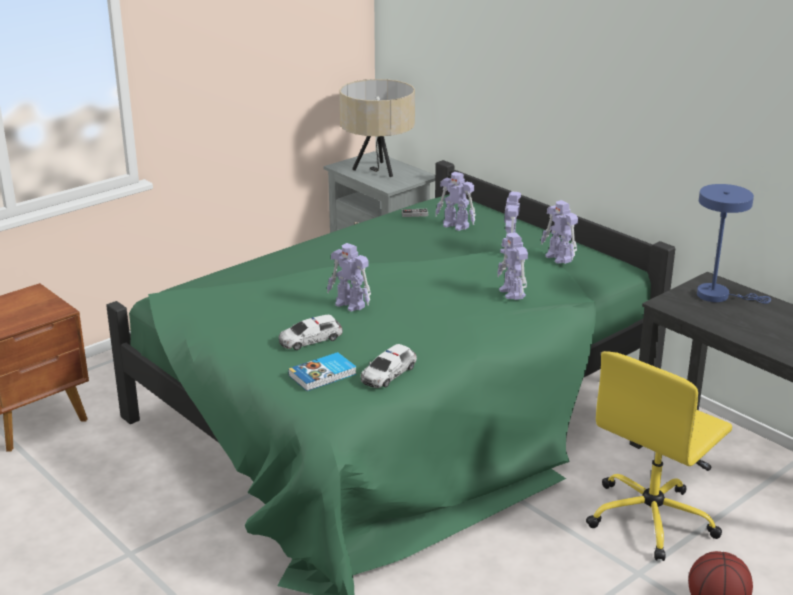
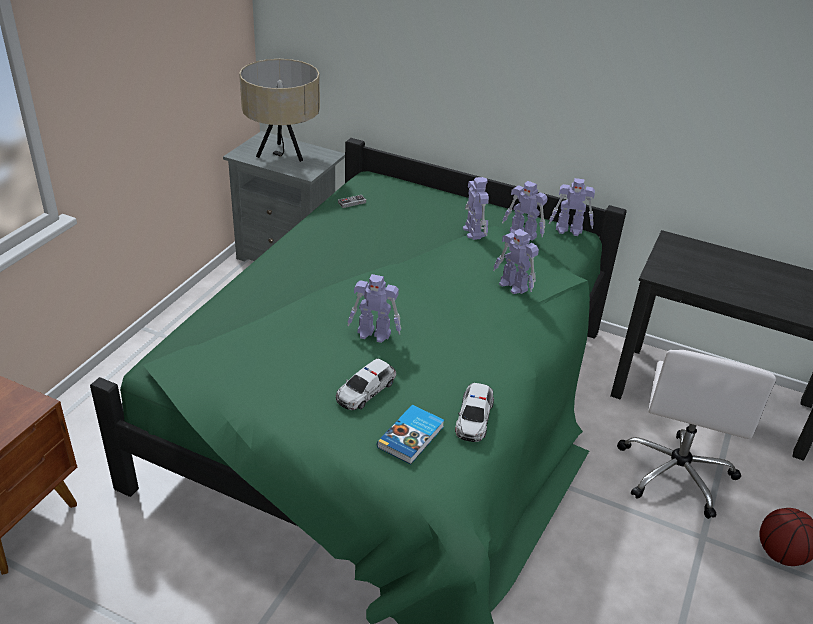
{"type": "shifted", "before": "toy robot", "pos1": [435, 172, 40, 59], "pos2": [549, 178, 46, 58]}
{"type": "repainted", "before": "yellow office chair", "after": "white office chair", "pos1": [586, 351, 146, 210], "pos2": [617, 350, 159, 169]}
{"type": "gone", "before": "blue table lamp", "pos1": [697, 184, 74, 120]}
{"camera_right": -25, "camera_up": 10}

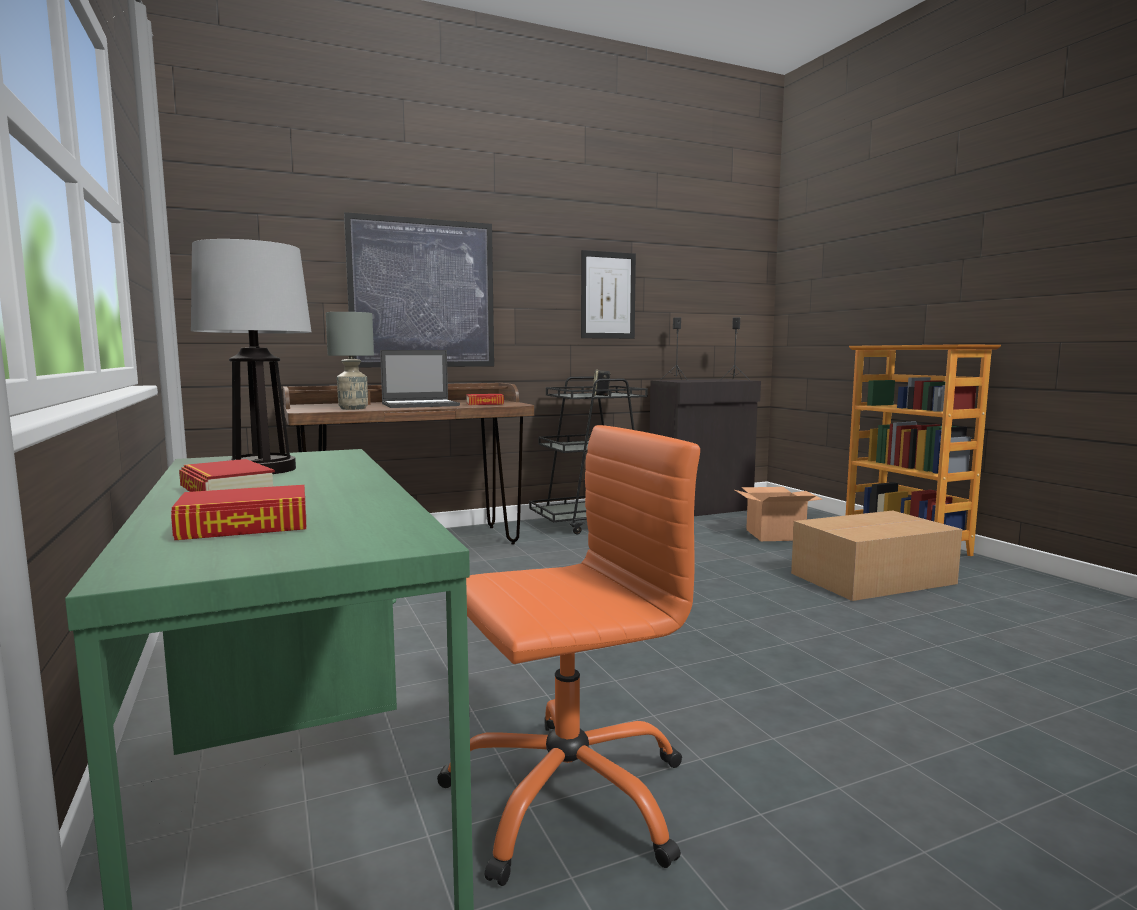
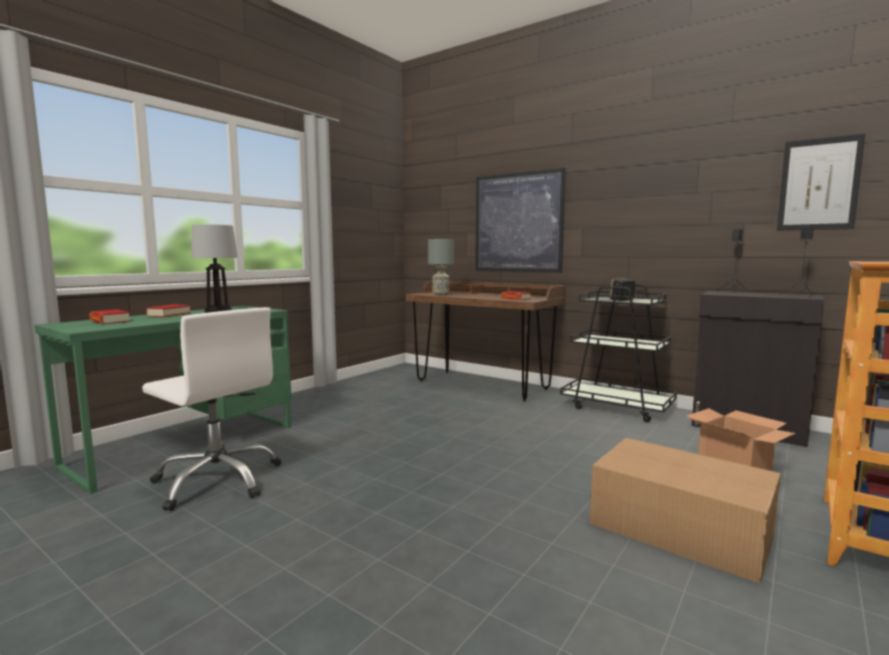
{"type": "repainted", "before": "orange office chair", "after": "white office chair", "pos1": [437, 425, 263, 461], "pos2": [142, 307, 139, 204]}
{"type": "shifted", "before": "picture", "pos1": [581, 250, 55, 89], "pos2": [777, 134, 88, 97]}
{"type": "gone", "before": "laptop", "pos1": [380, 350, 80, 58]}
{"camera_right": 60, "camera_up": 0}

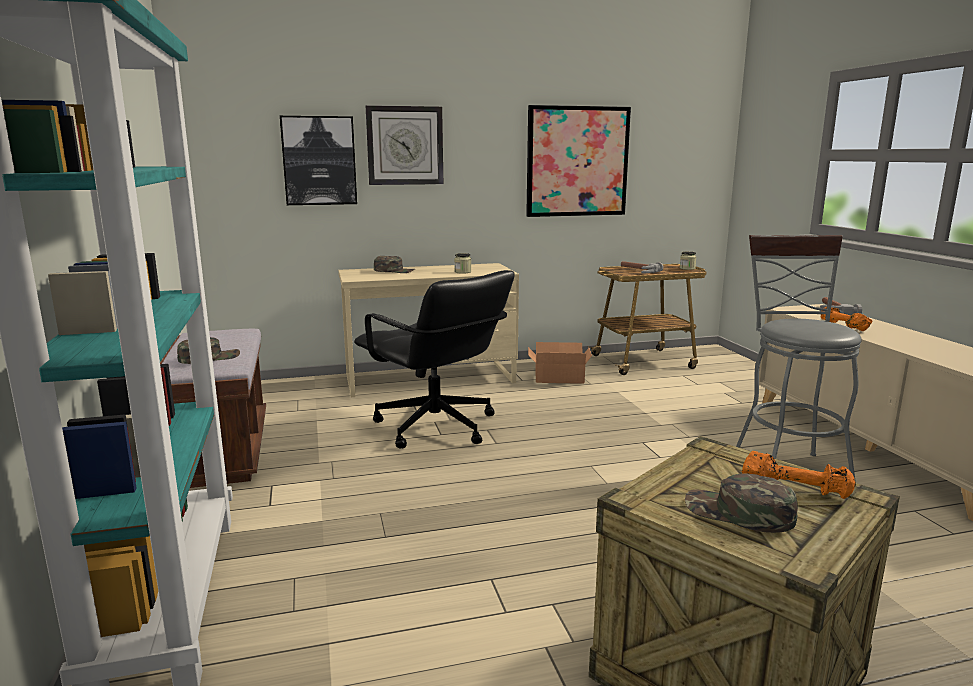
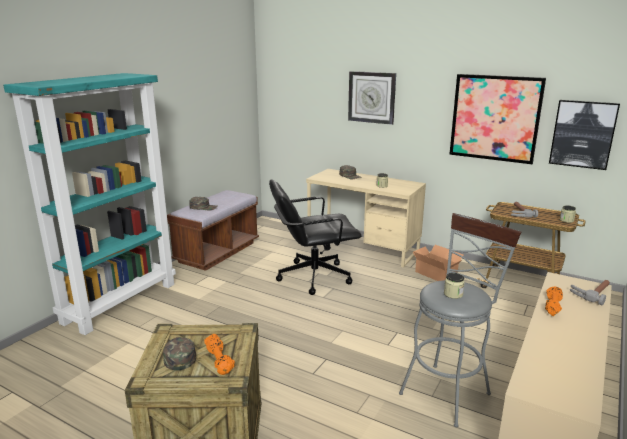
{"type": "rotated", "before": "black office chair", "pos1": [354, 270, 161, 178], "pos2": [269, 179, 92, 116], "turn": 75}
{"type": "new", "after": "jar", "pos2": [444, 273, 21, 26]}
{"type": "shifted", "before": "picture", "pos1": [280, 116, 77, 89], "pos2": [549, 100, 71, 70]}
{"camera_right": 45, "camera_up": 5}

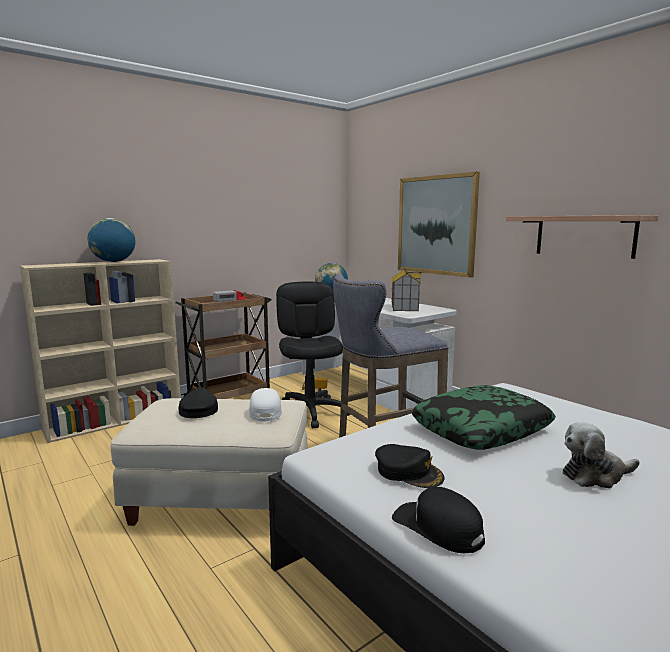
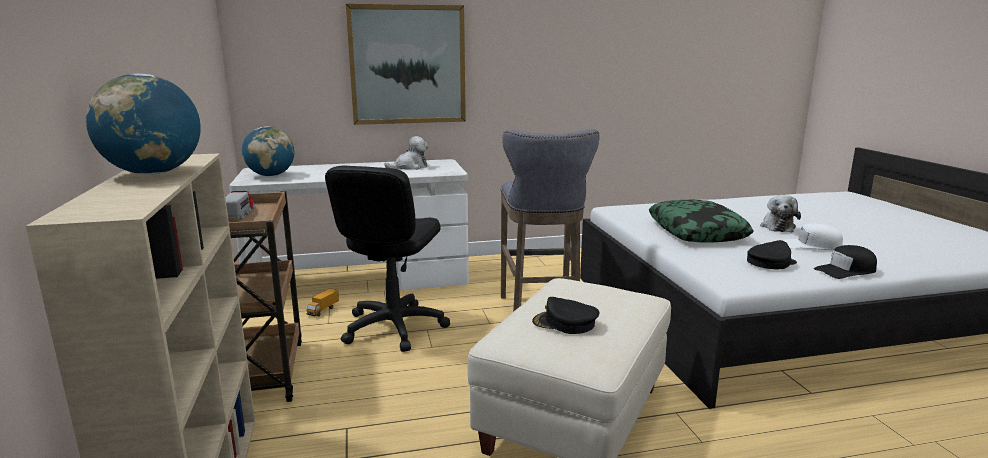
{"type": "rotated", "before": "black office chair", "pos1": [276, 281, 75, 147], "pos2": [325, 166, 125, 186], "turn": -90}
{"type": "swapped", "before": "toy house", "after": "plush toy", "pos1": [391, 268, 31, 43], "pos2": [384, 136, 44, 34]}
{"type": "shifted", "before": "white cap", "pos1": [249, 388, 33, 34], "pos2": [783, 224, 60, 26]}
{"type": "gone", "before": "shelf", "pos1": [506, 215, 152, 44]}
{"camera_right": -65, "camera_up": 5}

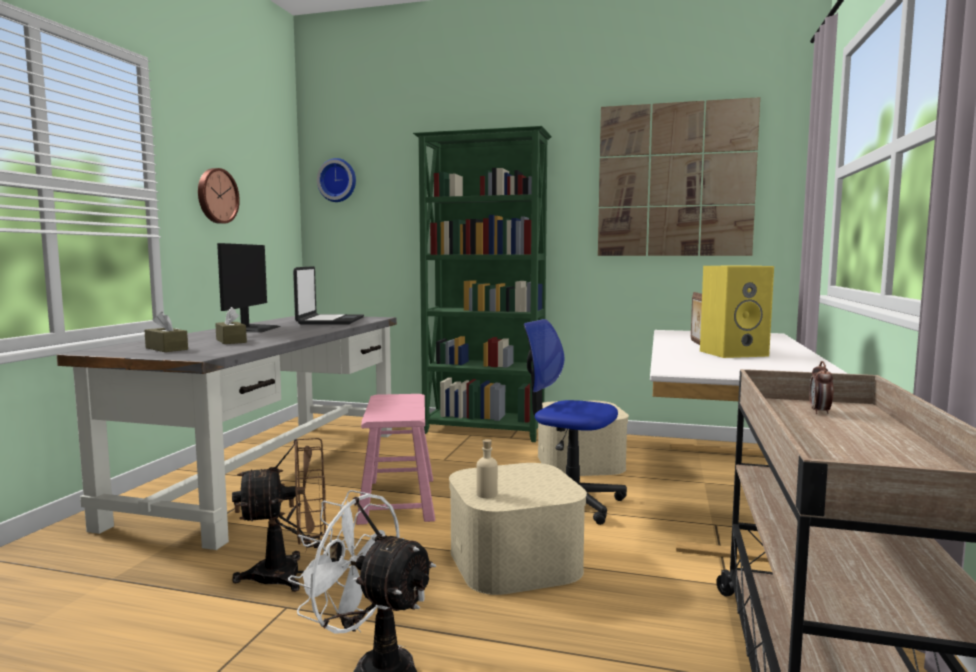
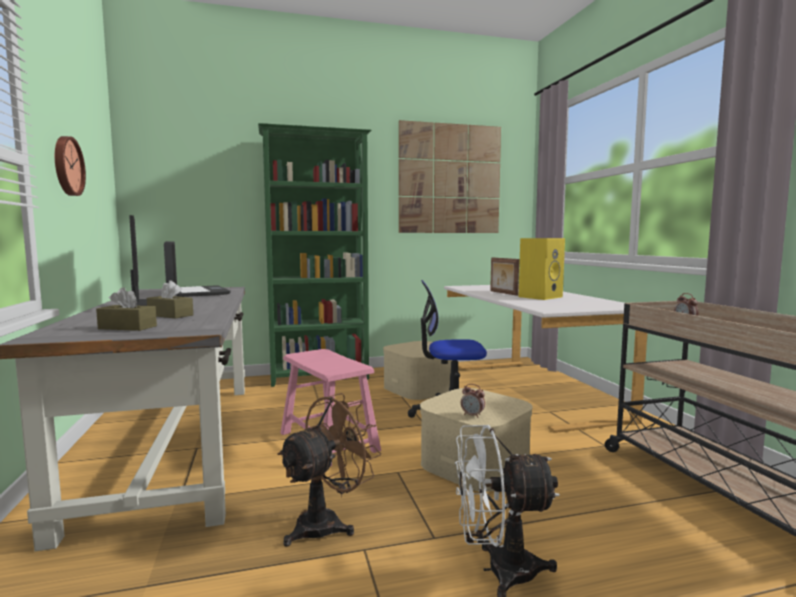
{"type": "swapped", "before": "beige bottle", "after": "alarm clock", "pos1": [476, 439, 22, 59], "pos2": [461, 384, 24, 34]}
{"type": "gone", "before": "wall clock", "pos1": [317, 158, 39, 44]}
{"camera_right": -30, "camera_up": 0}

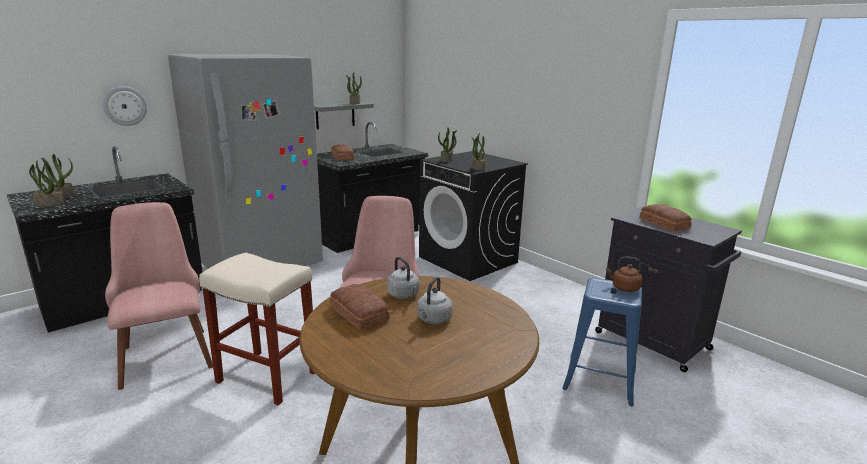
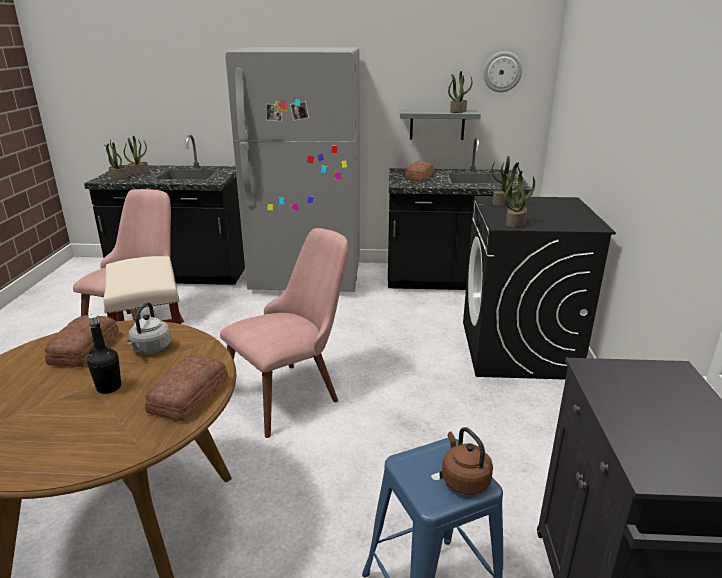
{"type": "swapped", "before": "grey kettle", "after": "black bottle", "pos1": [417, 277, 36, 47], "pos2": [87, 314, 34, 80]}
{"type": "shifted", "before": "bread", "pos1": [639, 204, 53, 27], "pos2": [145, 356, 83, 66]}
{"type": "shifted", "before": "wall clock", "pos1": [103, 86, 44, 40], "pos2": [483, 52, 39, 40]}
{"camera_right": 45, "camera_up": 5}

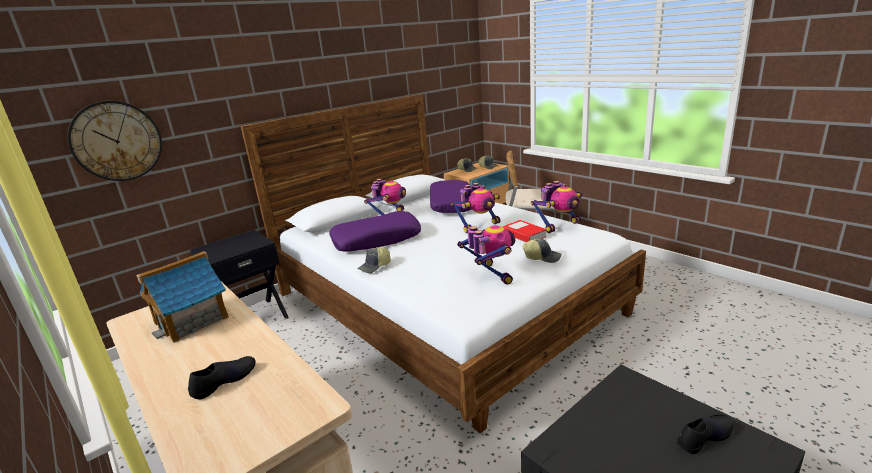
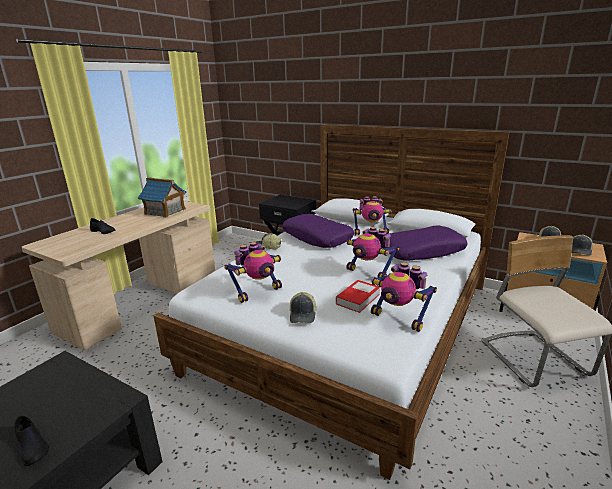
{"type": "gone", "before": "wall clock", "pos1": [67, 101, 95, 80]}
{"camera_right": 70, "camera_up": 0}

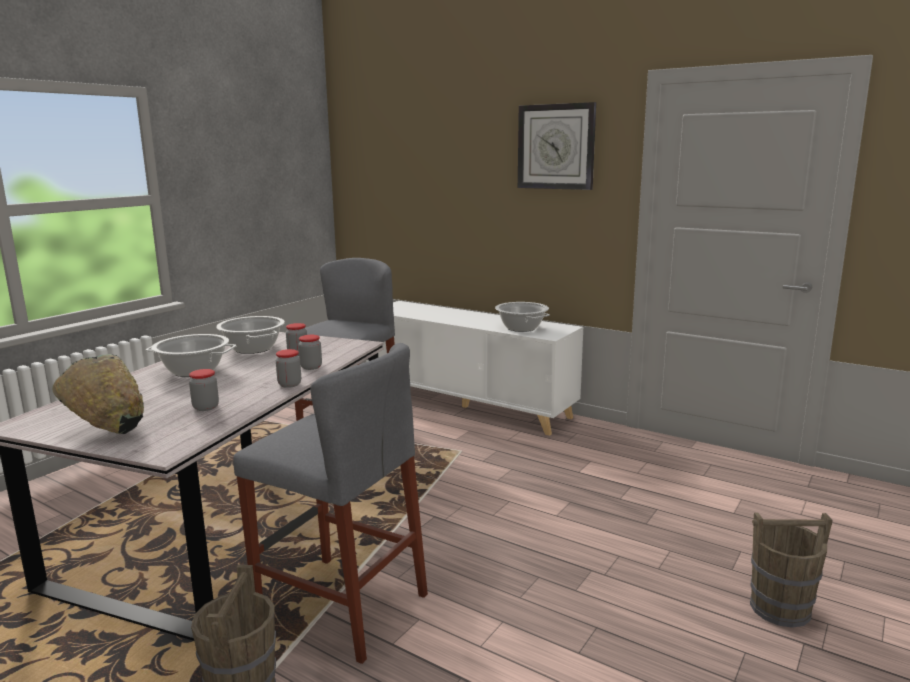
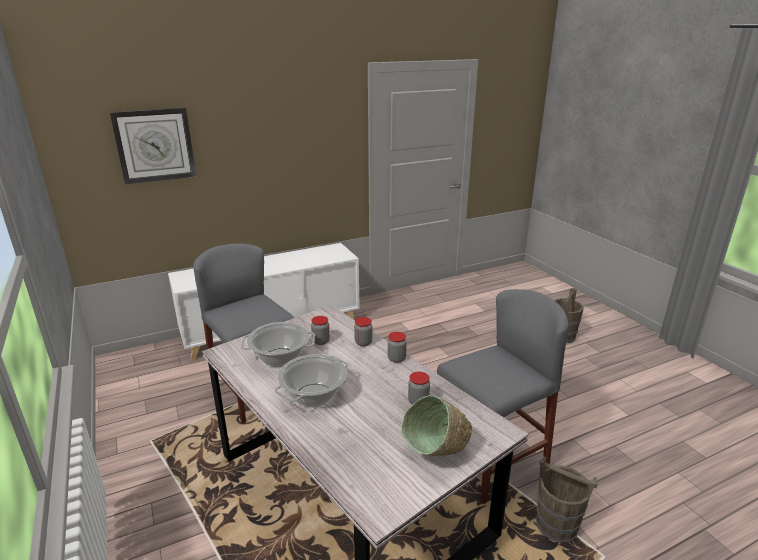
{"type": "shifted", "before": "wall clock", "pos1": [518, 102, 78, 88], "pos2": [110, 108, 86, 76]}
{"type": "repainted", "before": "black bowl", "after": "green bowl", "pos1": [52, 354, 92, 80], "pos2": [401, 395, 71, 61]}
{"type": "gone", "before": "cooking pot", "pos1": [495, 302, 55, 30]}
{"camera_right": -60, "camera_up": 10}

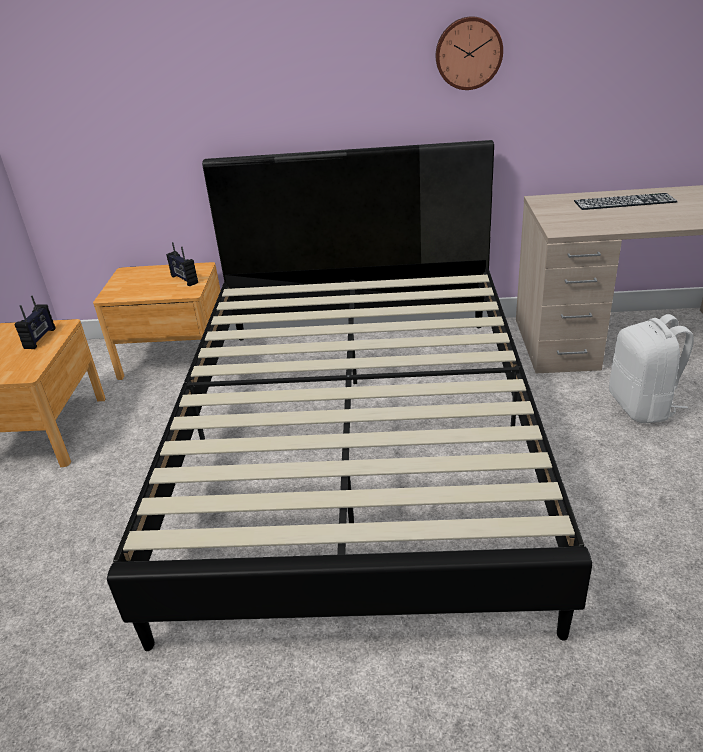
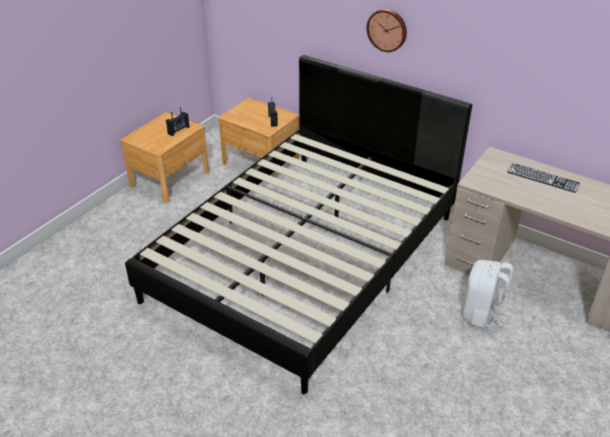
{"type": "shifted", "before": "wall clock", "pos1": [436, 16, 67, 74], "pos2": [367, 9, 40, 43]}
{"camera_right": 30, "camera_up": 5}

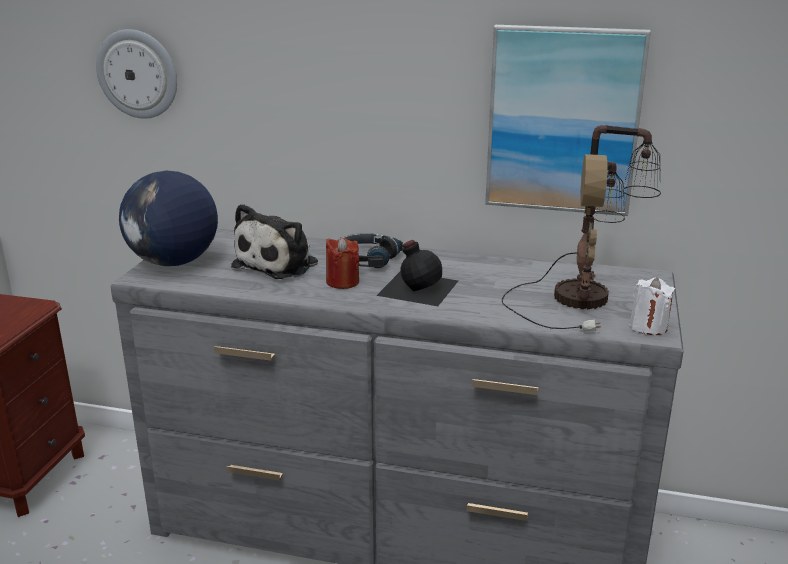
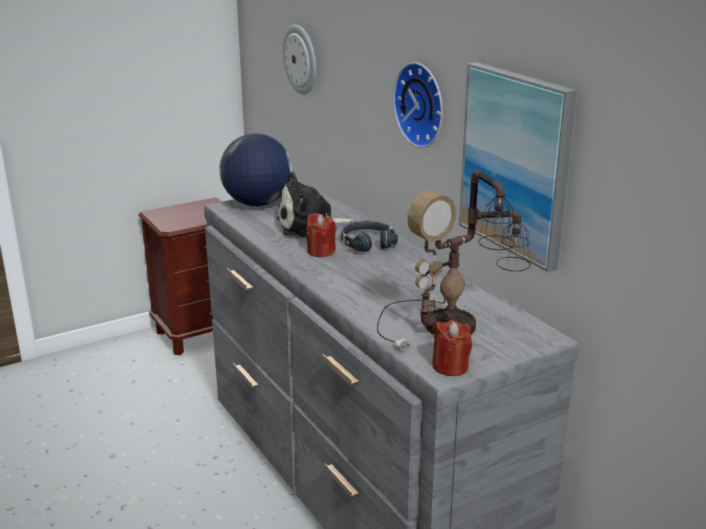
{"type": "new", "after": "wall clock", "pos2": [393, 62, 50, 86]}
{"type": "repainted", "before": "white candle", "after": "red candle", "pos1": [630, 278, 45, 57], "pos2": [433, 320, 39, 56]}
{"type": "gone", "before": "black bottle", "pos1": [376, 240, 82, 66]}
{"camera_right": 45, "camera_up": 0}

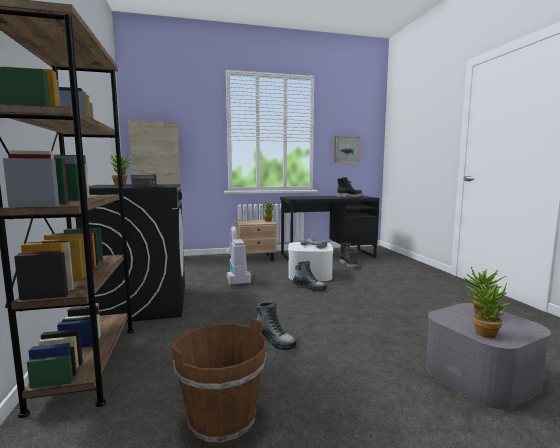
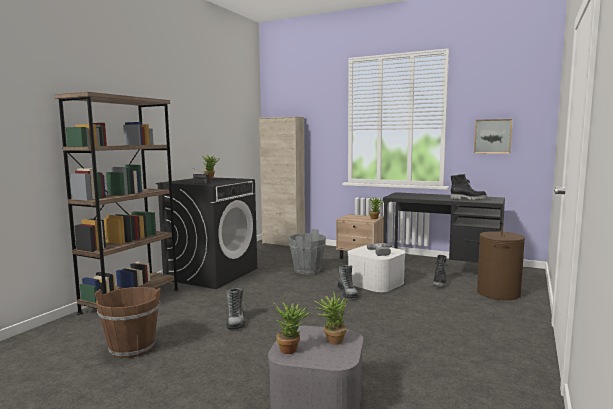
{"type": "swapped", "before": "vacuum cleaner", "after": "grey bucket", "pos1": [226, 226, 25, 59], "pos2": [288, 229, 38, 46]}
{"type": "new", "after": "brown laundry basket", "pos2": [477, 226, 48, 74]}
{"camera_right": 40, "camera_up": 0}

